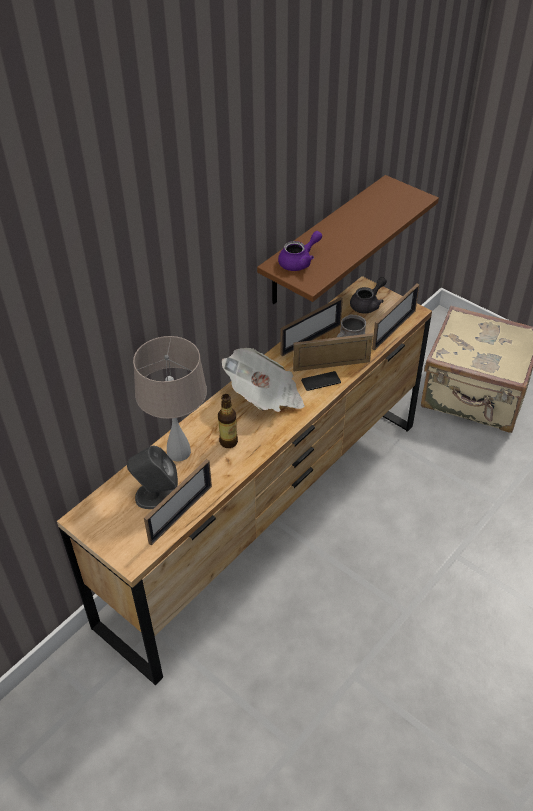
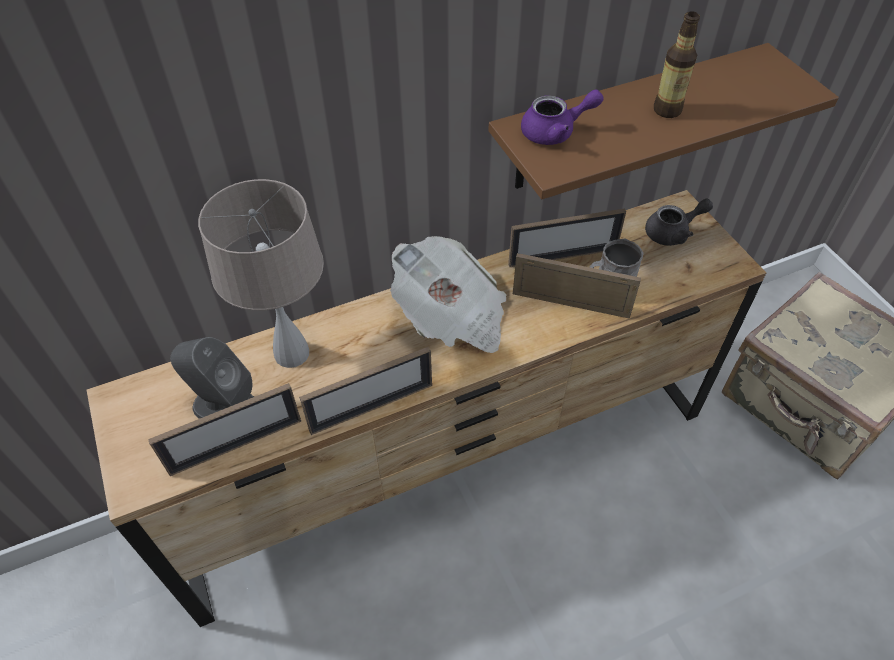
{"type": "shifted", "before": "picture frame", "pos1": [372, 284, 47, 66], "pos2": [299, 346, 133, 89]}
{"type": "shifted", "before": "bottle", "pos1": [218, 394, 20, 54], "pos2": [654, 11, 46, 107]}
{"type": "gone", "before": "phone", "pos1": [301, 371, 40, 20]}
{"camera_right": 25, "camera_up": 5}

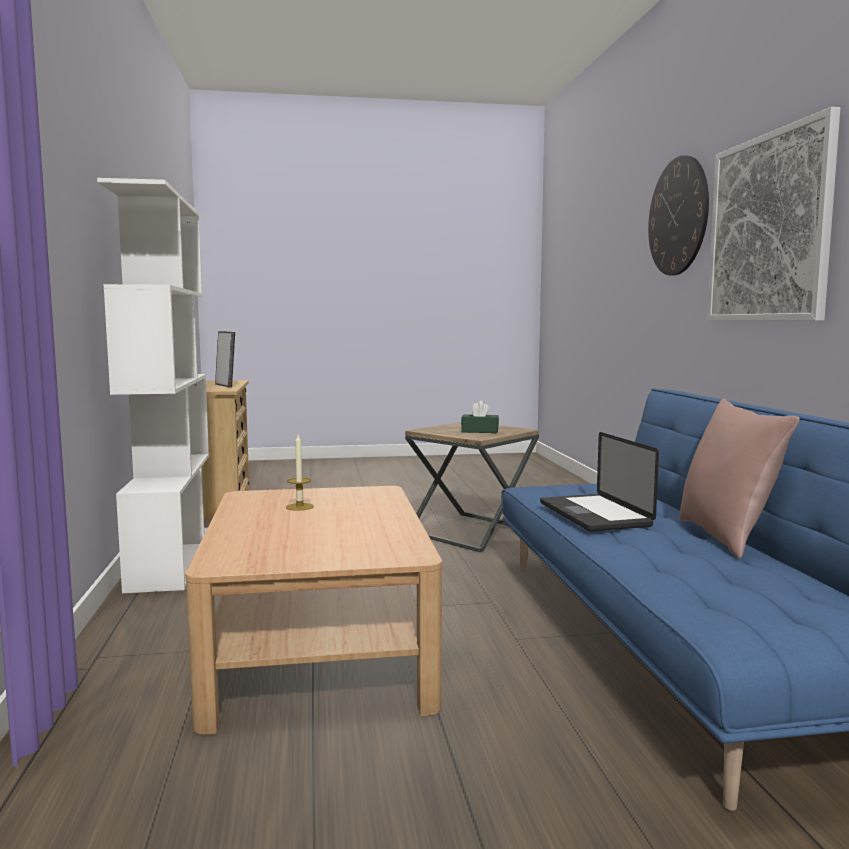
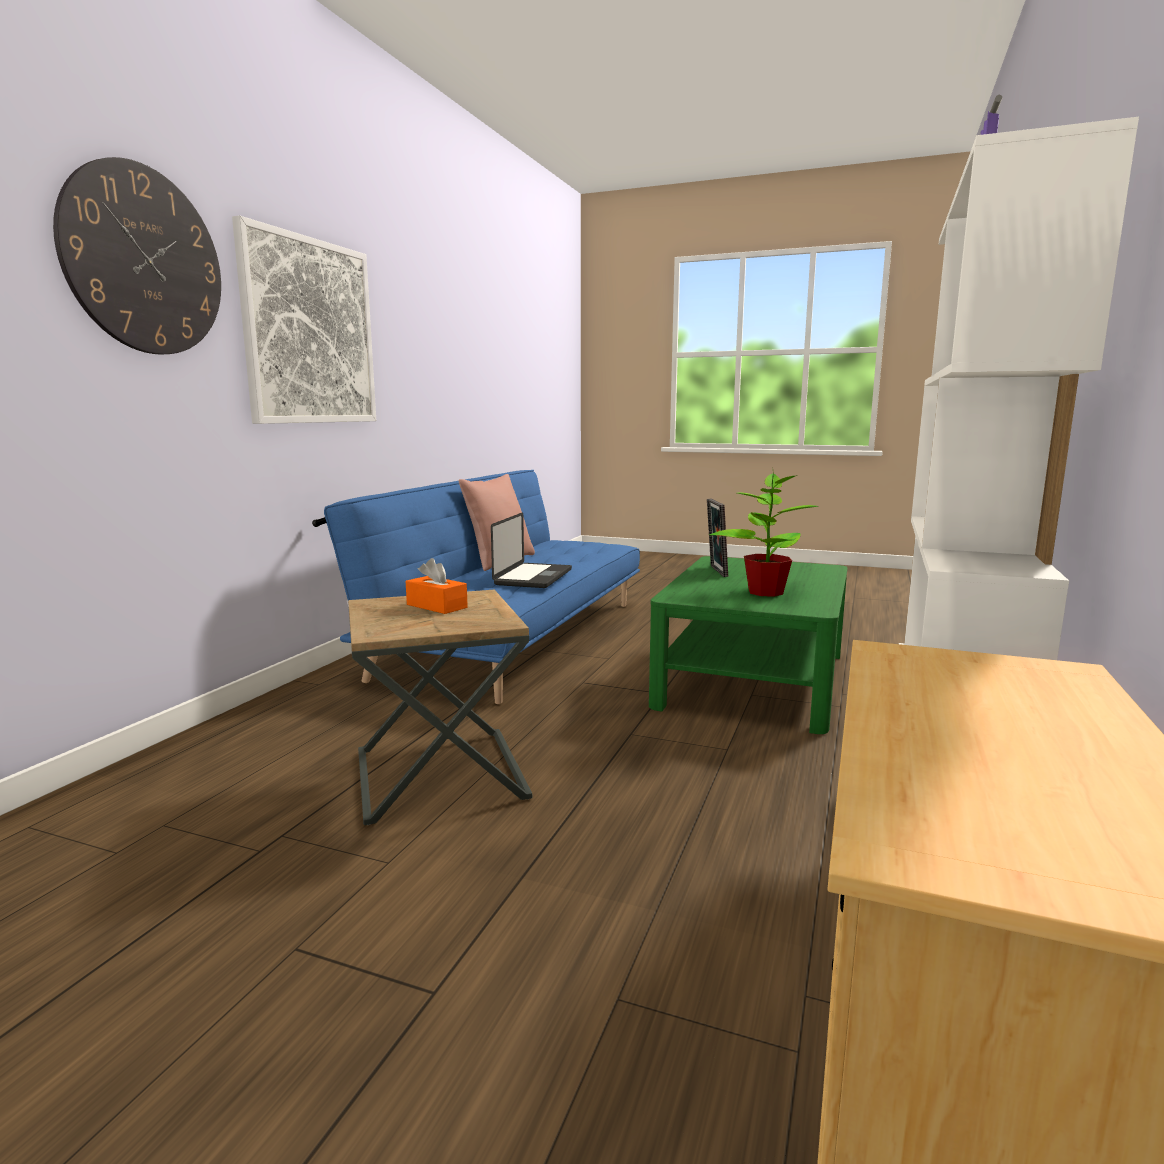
{"type": "repainted", "before": "green tissue box", "after": "orange tissue box", "pos1": [461, 401, 38, 32], "pos2": [406, 558, 62, 56]}
{"type": "repainted", "before": "beige coffee table", "after": "green coffee table", "pos1": [185, 486, 257, 249], "pos2": [649, 556, 199, 178]}
{"type": "shifted", "before": "picture frame", "pos1": [215, 331, 20, 56], "pos2": [707, 499, 21, 78]}
{"type": "swapped", "before": "candle", "after": "potted plant", "pos1": [286, 435, 28, 76], "pos2": [710, 467, 109, 130]}
{"camera_right": -150, "camera_up": 5}

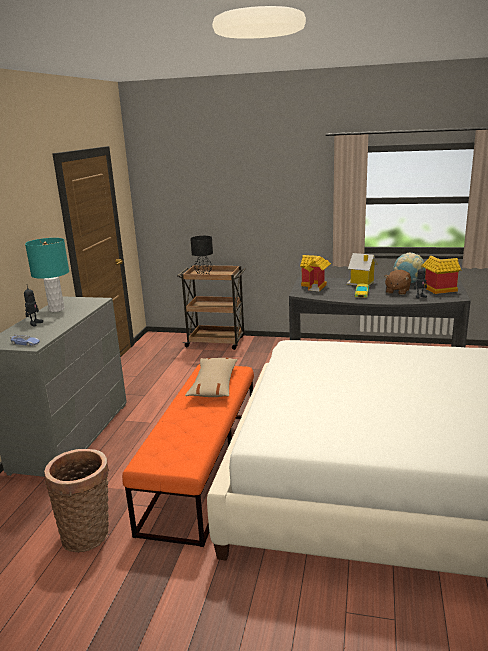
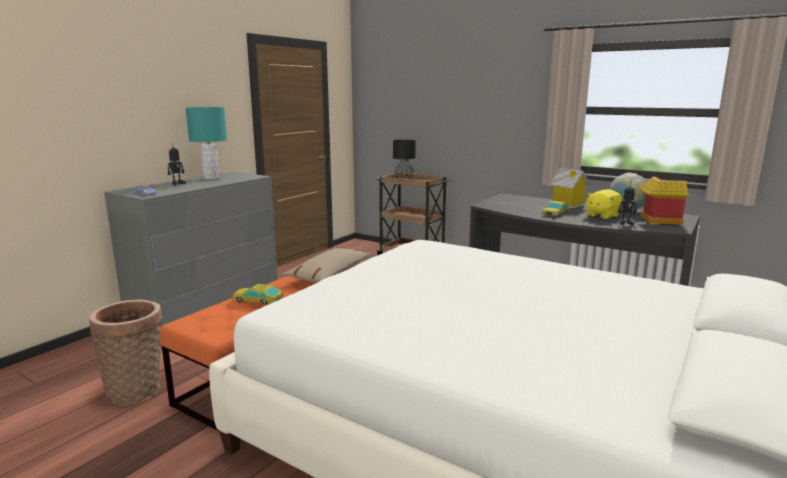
{"type": "new", "after": "toy car", "pos2": [232, 284, 51, 21]}
{"type": "repainted", "before": "brown plush toy", "after": "yellow plush toy", "pos1": [384, 270, 27, 25], "pos2": [586, 189, 37, 30]}
{"type": "gone", "before": "toy house", "pos1": [300, 255, 31, 36]}
{"camera_right": 20, "camera_up": -5}

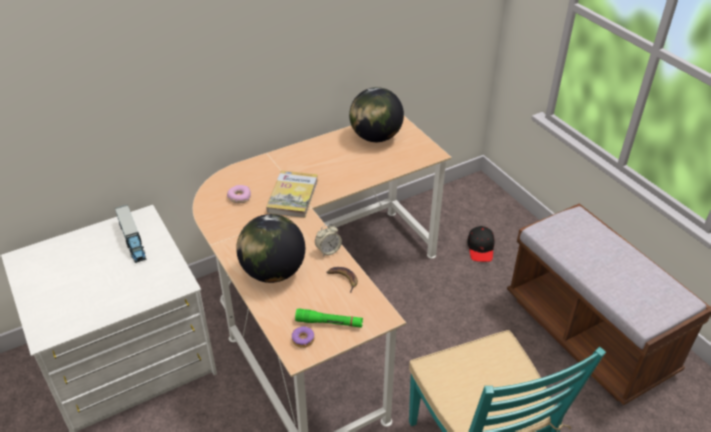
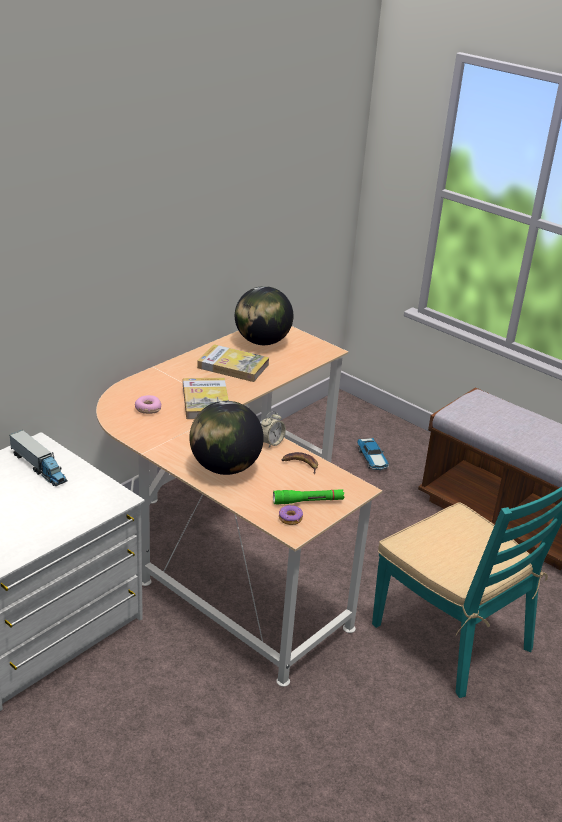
{"type": "new", "after": "book", "pos2": [197, 344, 72, 38]}
{"type": "swapped", "before": "black cap", "after": "toy car", "pos1": [467, 226, 28, 36], "pos2": [357, 438, 32, 32]}
{"camera_right": -20, "camera_up": -10}

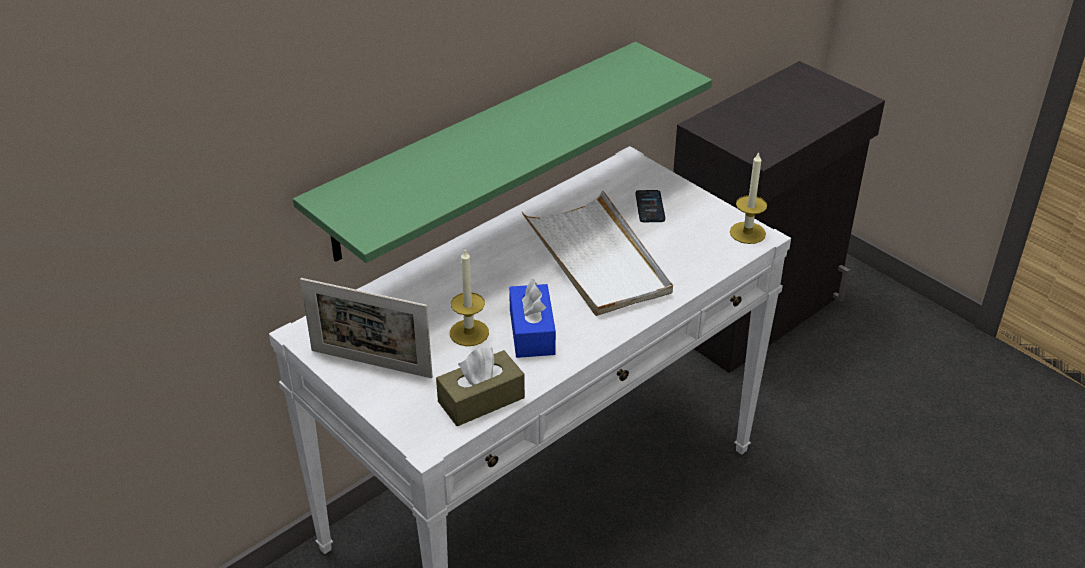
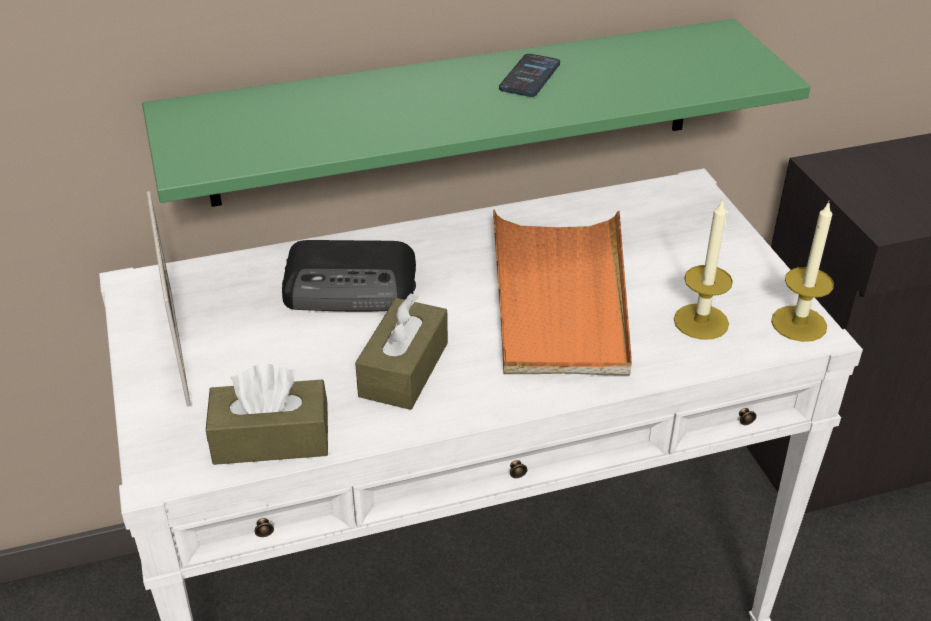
{"type": "rotated", "before": "picture frame", "pos1": [300, 278, 133, 100], "pos2": [147, 191, 44, 216], "turn": -150}
{"type": "new", "after": "radio", "pos2": [282, 240, 134, 71]}
{"type": "repainted", "before": "blue tissue box", "after": "brown tissue box", "pos1": [509, 279, 47, 79], "pos2": [355, 294, 93, 116]}
{"type": "repainted", "before": "white tray", "after": "orange tray", "pos1": [521, 190, 152, 126], "pos2": [493, 210, 139, 166]}
{"type": "shifted", "before": "phone", "pos1": [635, 190, 30, 32], "pos2": [499, 54, 61, 43]}
{"type": "shifted", "before": "candle", "pos1": [450, 250, 39, 96], "pos2": [674, 199, 59, 141]}
{"camera_right": 25, "camera_up": 0}

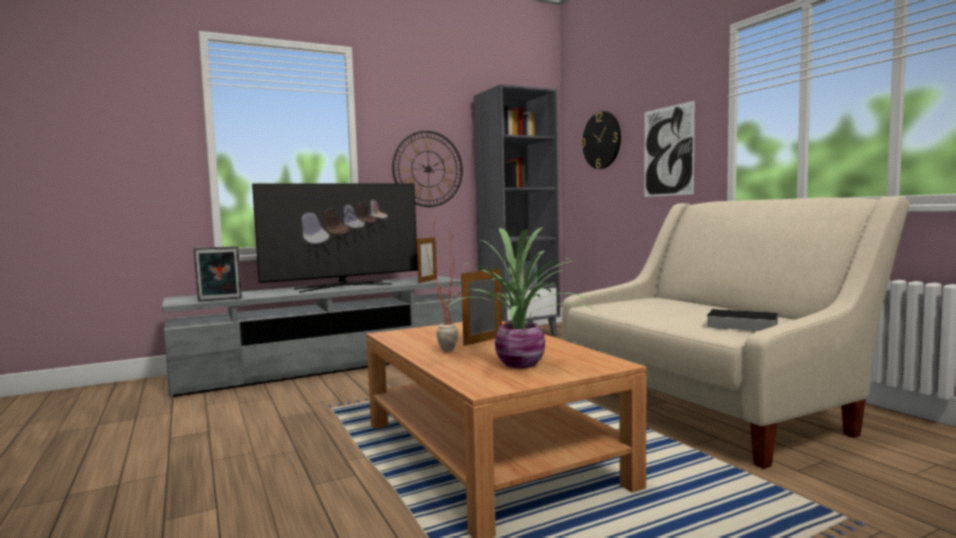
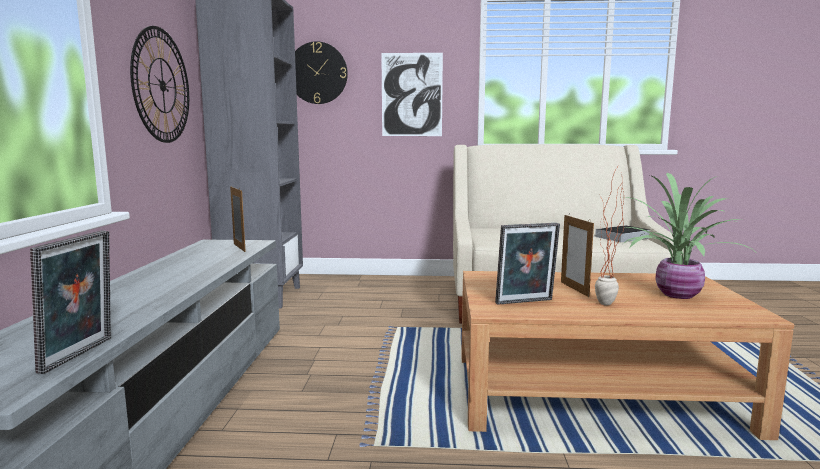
{"type": "new", "after": "picture frame", "pos2": [495, 223, 65, 82]}
{"type": "gone", "before": "television", "pos1": [252, 184, 166, 109]}
{"camera_right": -60, "camera_up": 5}

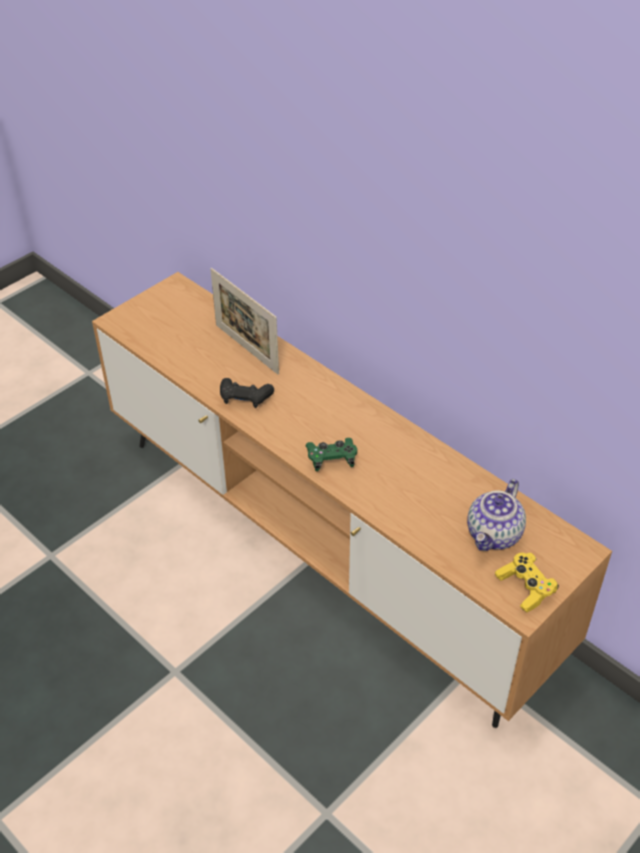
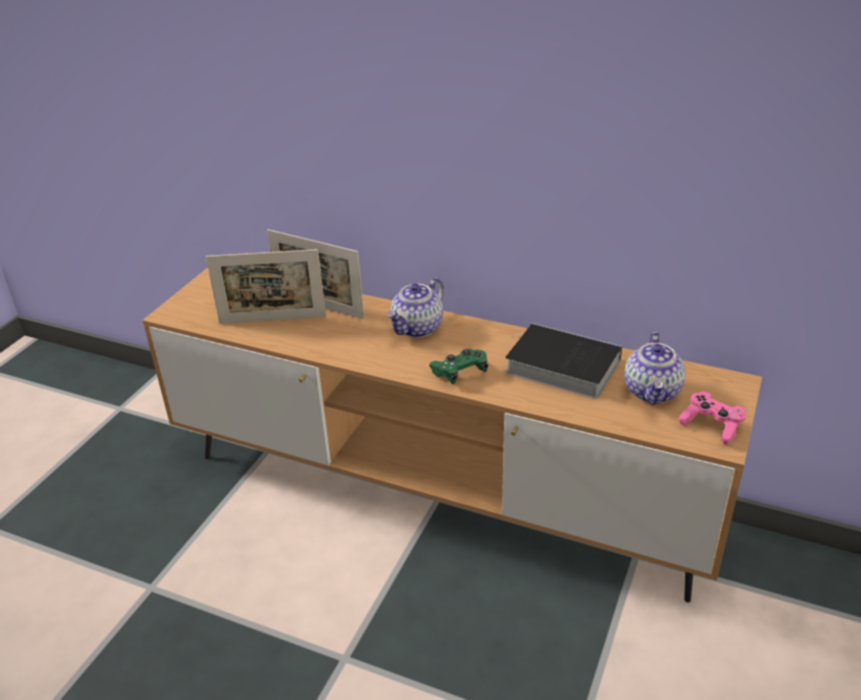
{"type": "new", "after": "picture frame", "pos2": [206, 249, 120, 75]}
{"type": "new", "after": "teapot", "pos2": [387, 278, 57, 60]}
{"type": "new", "after": "book", "pos2": [505, 323, 117, 76]}
{"type": "repainted", "before": "yellow game controller", "after": "pink game controller", "pos1": [495, 553, 64, 60], "pos2": [678, 391, 68, 54]}
{"type": "gone", "before": "black game controller", "pos1": [220, 378, 54, 30]}
{"camera_right": -20, "camera_up": -10}

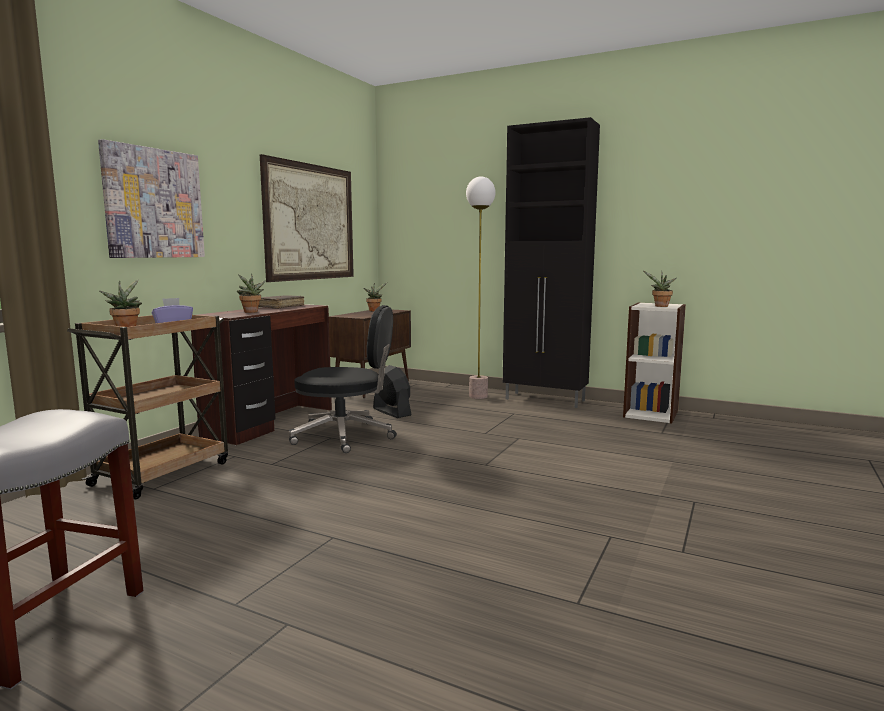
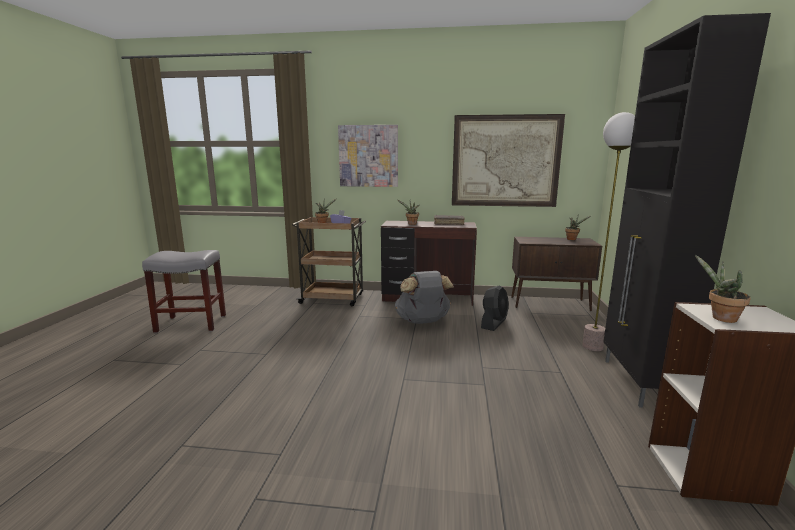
{"type": "swapped", "before": "black office chair", "after": "grey backpack", "pos1": [289, 305, 108, 148], "pos2": [395, 271, 59, 53]}
{"camera_right": 70, "camera_up": 5}

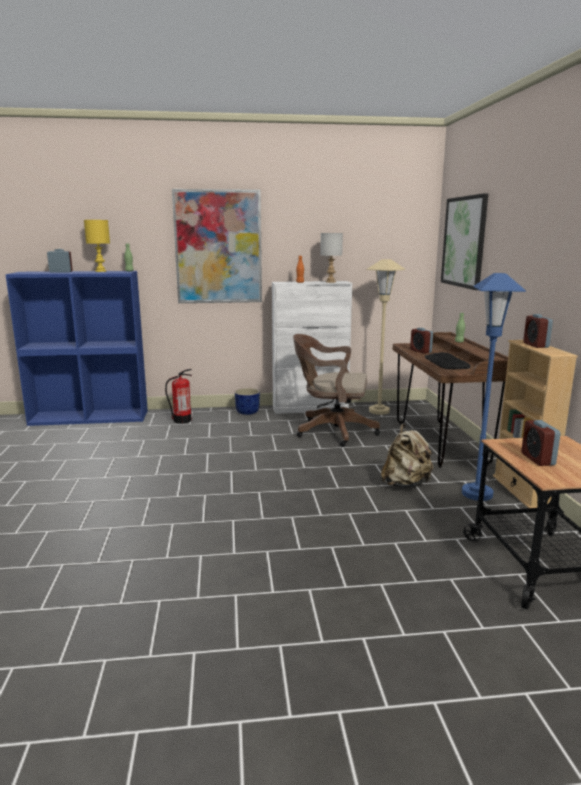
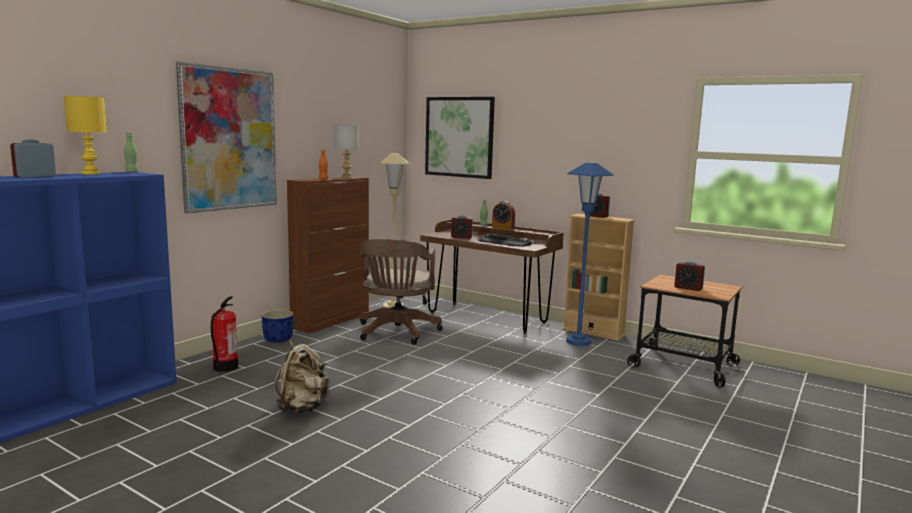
{"type": "shifted", "before": "beige backpack", "pos1": [381, 424, 52, 64], "pos2": [275, 339, 55, 75]}
{"type": "repainted", "before": "white cabinet", "after": "brown cabinet", "pos1": [272, 281, 80, 133], "pos2": [287, 177, 82, 157]}
{"type": "rotated", "before": "brown office chair", "pos1": [293, 334, 87, 113], "pos2": [359, 239, 84, 106], "turn": -45}
{"type": "new", "after": "alarm clock", "pos2": [492, 201, 23, 29]}
{"camera_right": -50, "camera_up": -5}

